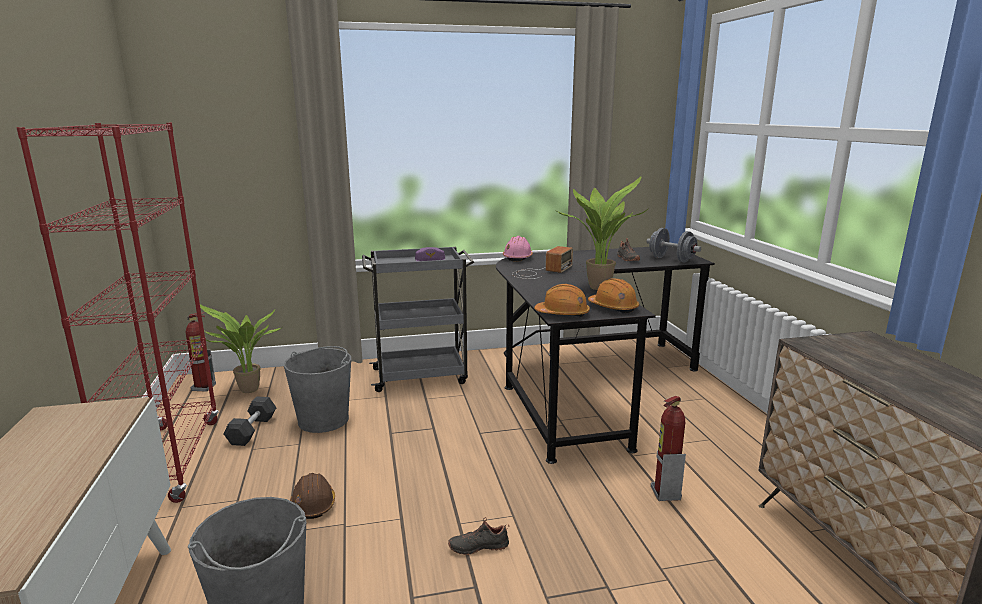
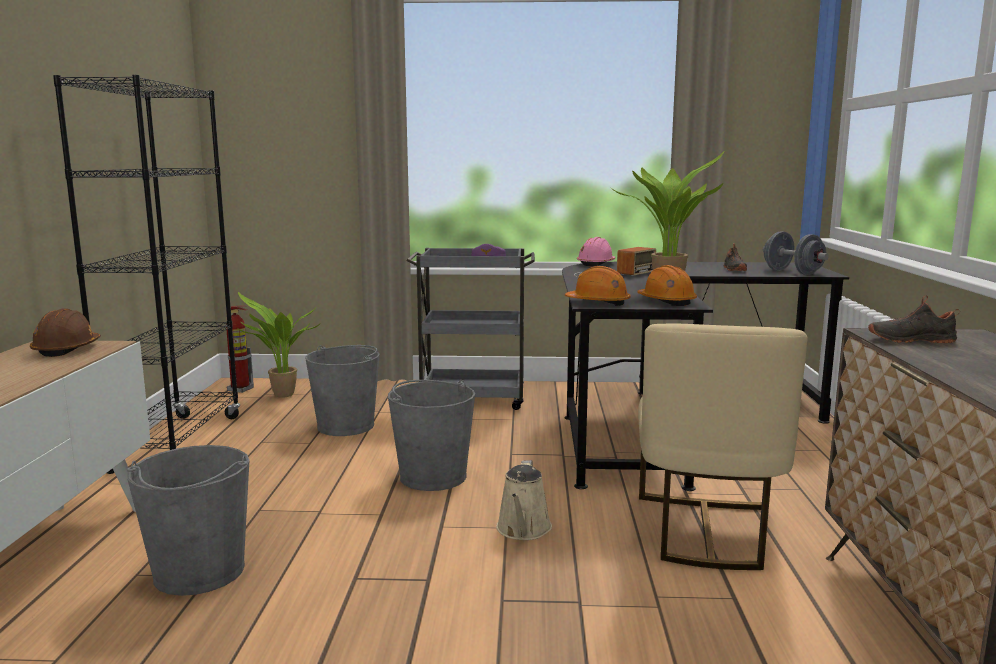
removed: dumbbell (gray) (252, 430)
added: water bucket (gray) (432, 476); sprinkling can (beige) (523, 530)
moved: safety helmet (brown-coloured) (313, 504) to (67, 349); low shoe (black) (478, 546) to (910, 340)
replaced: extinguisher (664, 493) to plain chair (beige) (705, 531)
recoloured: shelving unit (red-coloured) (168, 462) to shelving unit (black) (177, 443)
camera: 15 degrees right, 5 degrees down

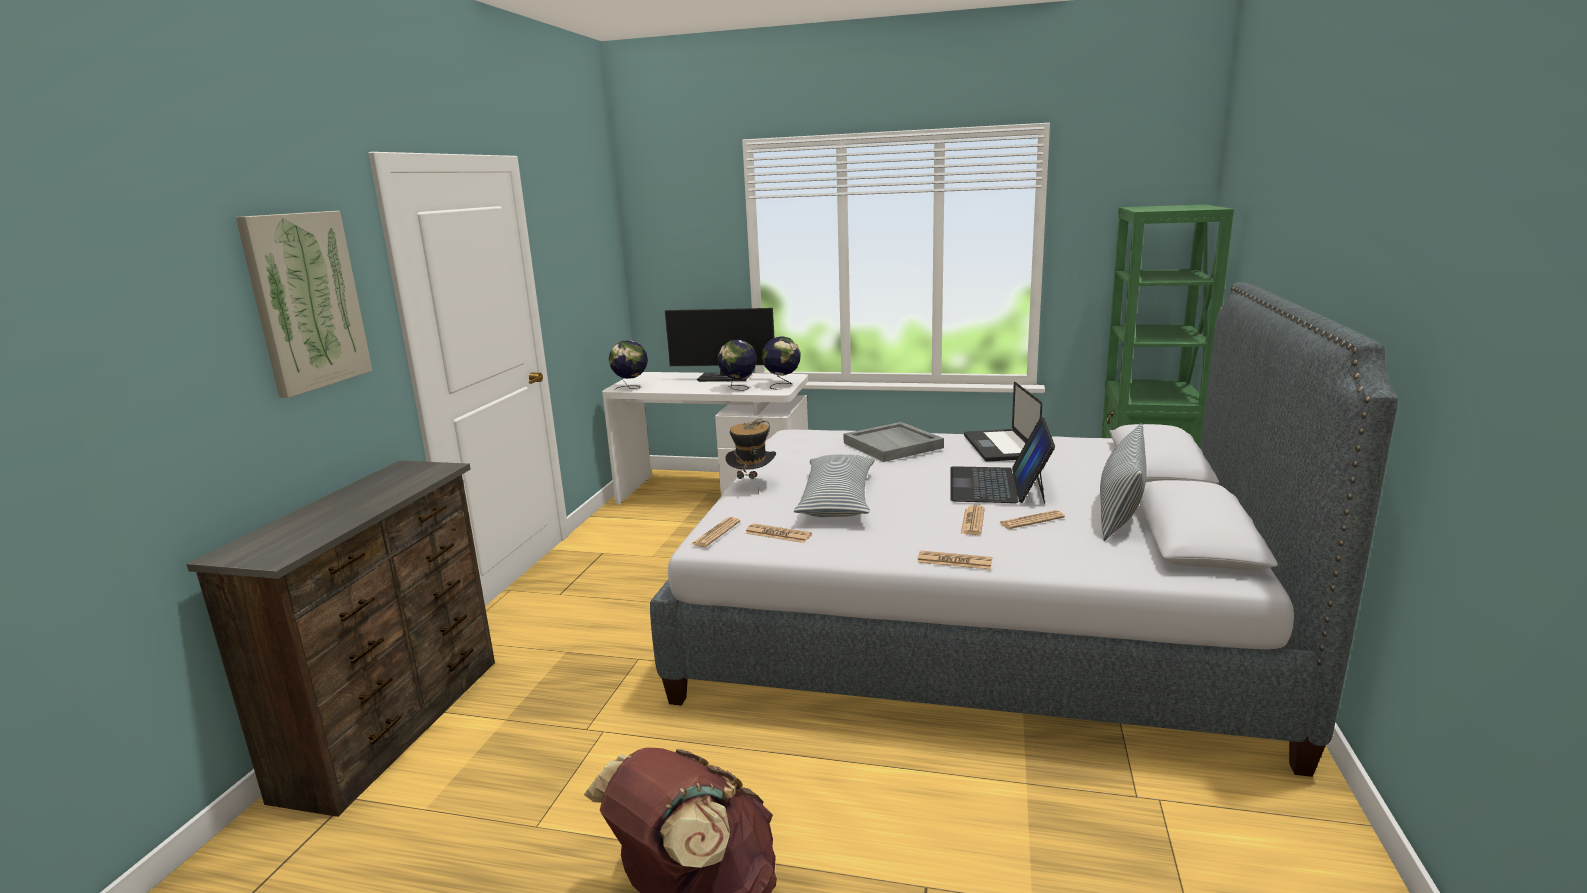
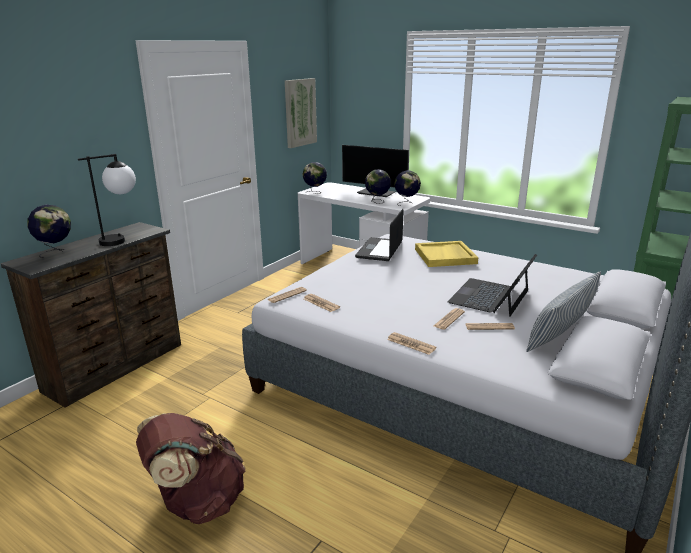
removed: clothing hat (752, 485); pillow (837, 500)
added: globe (56, 252); tabletop lamp (122, 240)
moved: picture (306, 301) to (300, 112); laptop (999, 447) to (379, 250)
recoloured: tray (gray) (894, 445) to tray (yellowish) (446, 256)
camera: 20 degrees right, 5 degrees up

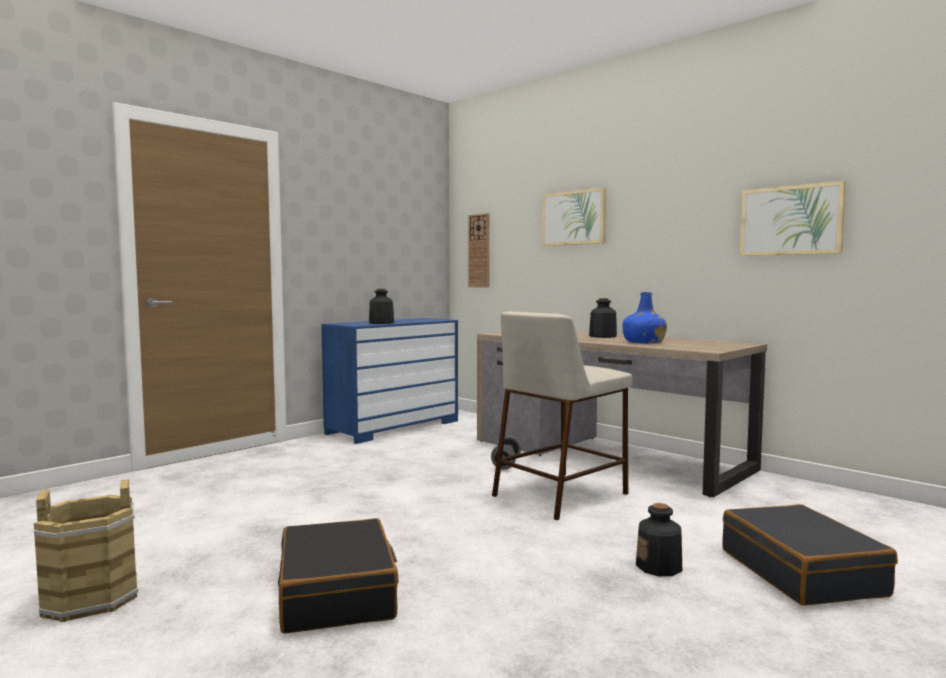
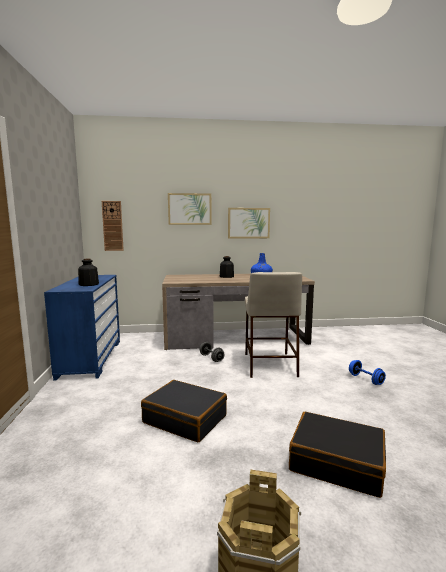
moved: travel case (black) (802, 572) to (185, 419); picture (790, 220) to (248, 223)
replaced: bottle (659, 567) to dumbbell (blue) (365, 379)
camera: 50 degrees left, 5 degrees up

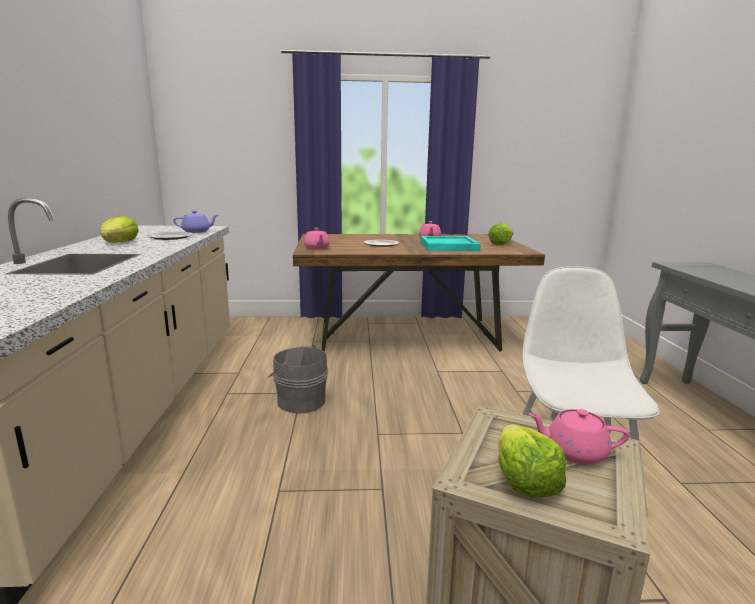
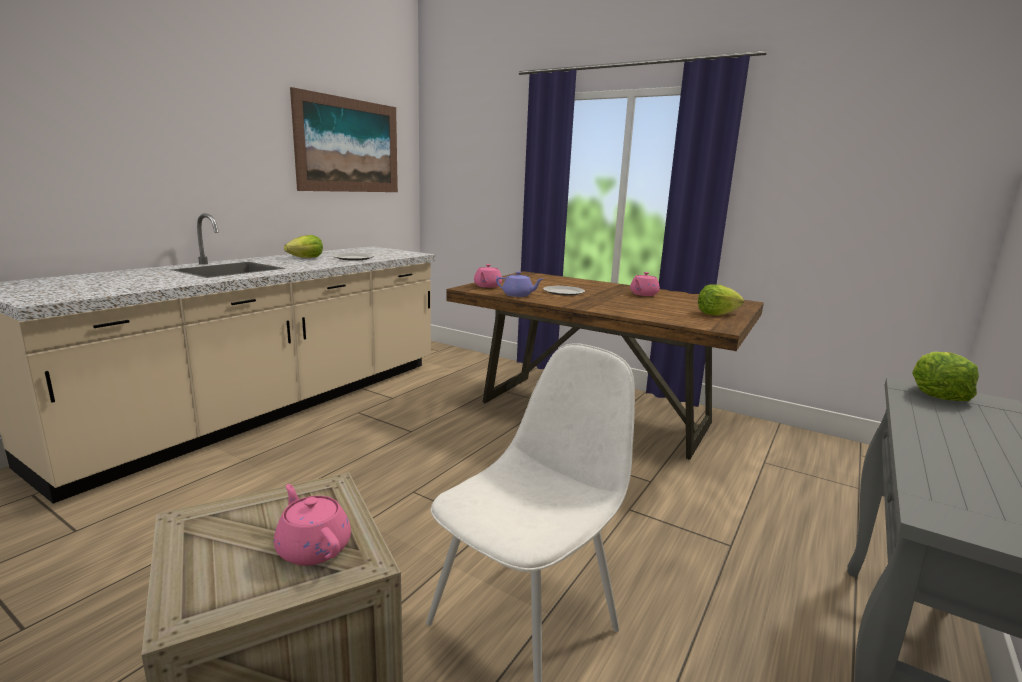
removed: water bucket (gray) (300, 401); tray (turquoise) (449, 246)
added: picture (349, 146)
moved: pot for tea (purple-coloured) (197, 231) to (518, 295); head of lettuce (524, 480) to (937, 393)
camera: 35 degrees right, 0 degrees up

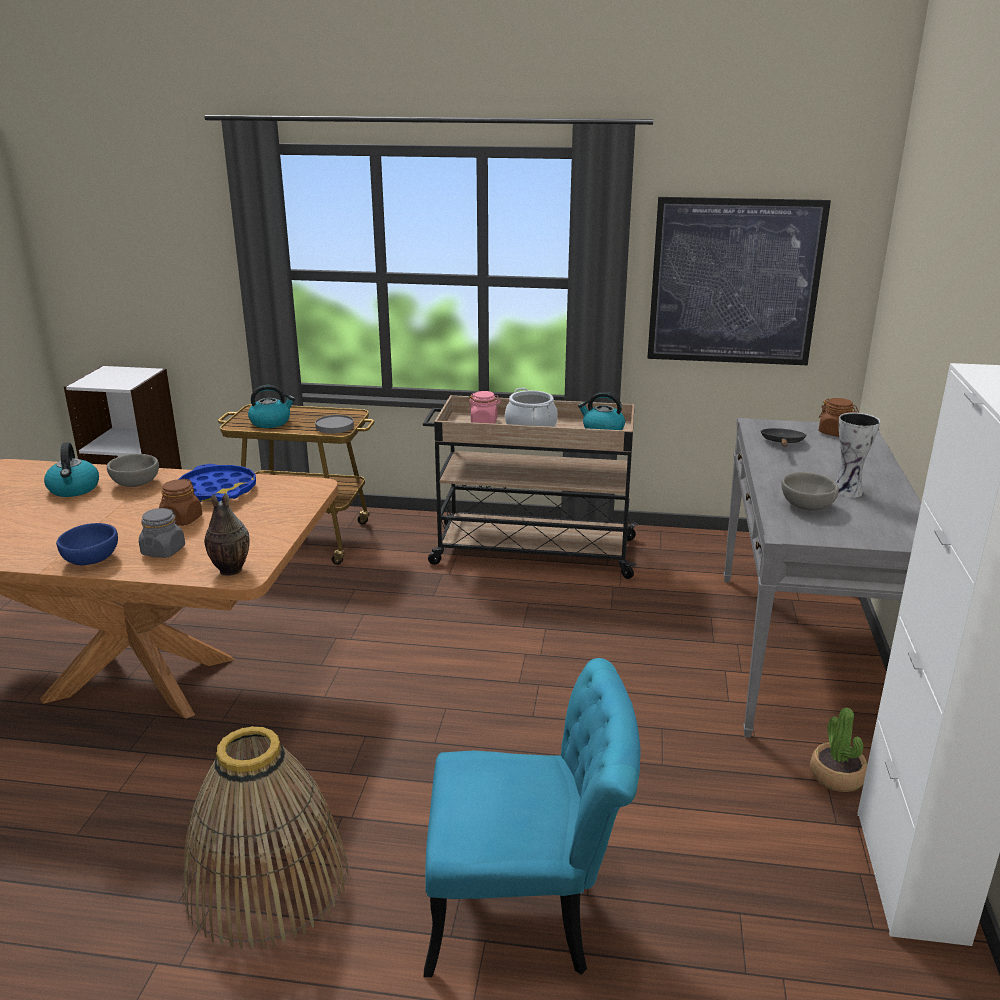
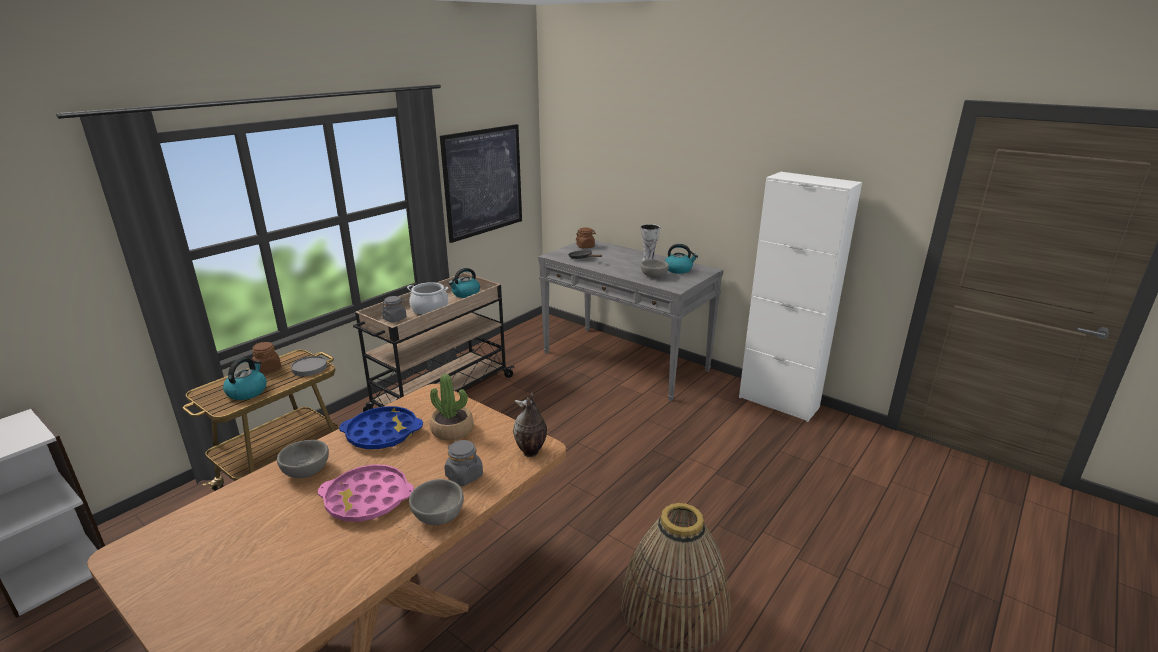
removed: plain chair (turquoise) (528, 910)
added: tray (pink-coloured) (367, 499)
moved: tea kettle (74, 489) to (678, 269); preserve jar (brown-coloured) (181, 520) to (268, 369); plant in a pot (837, 776) to (452, 430)
recoloured: deep dish (blue) (93, 559) to deep dish (gray) (439, 514); preserve jar (pink-coloured) (484, 421) to preserve jar (gray) (395, 319)
camera: 60 degrees left, 0 degrees up

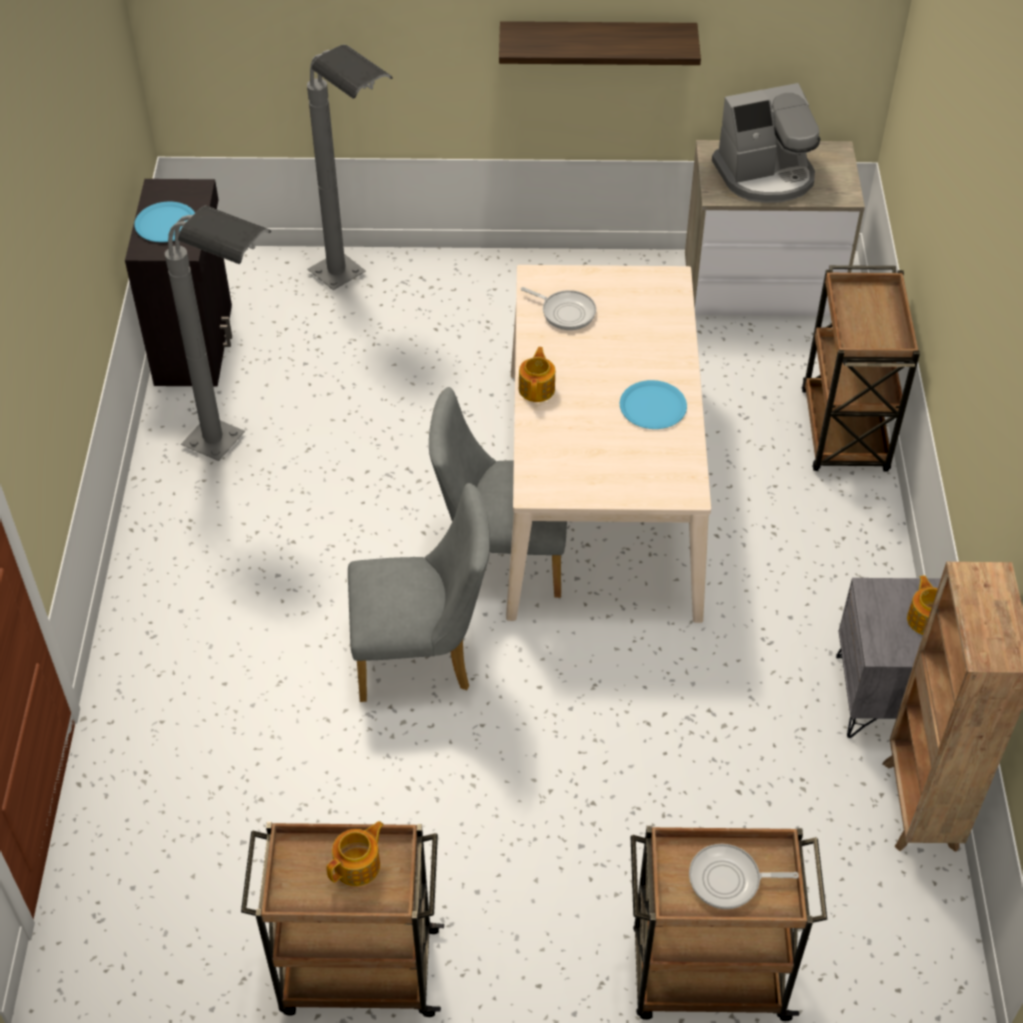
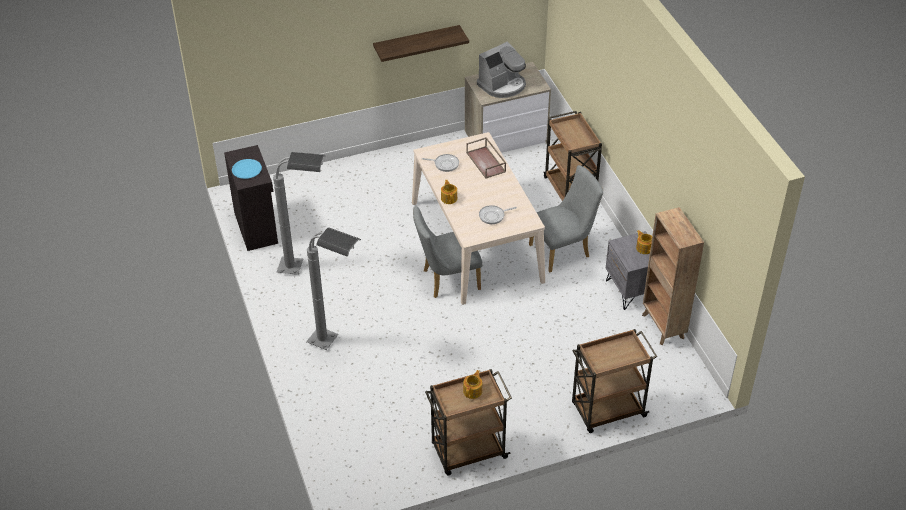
removed: dinner plate (blue) (653, 406)
added: tray (brown-coloured) (486, 162)
moved: standard lamp (gray) (356, 288) to (337, 345); plain chair (gray) (423, 656) to (563, 250); skillet (729, 880) to (493, 216)
camera: 20 degrees left, 5 degrees down

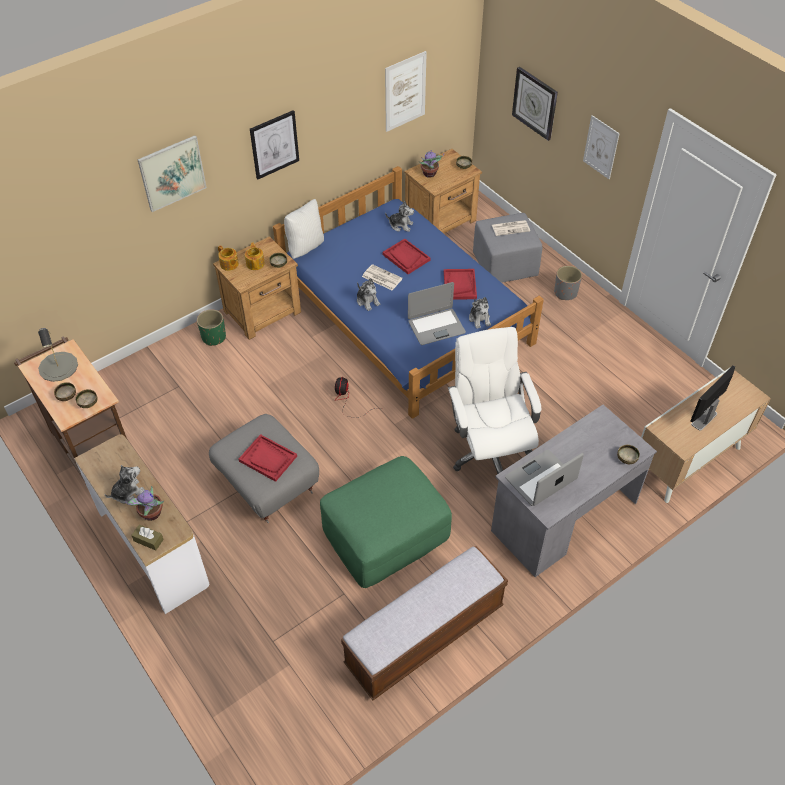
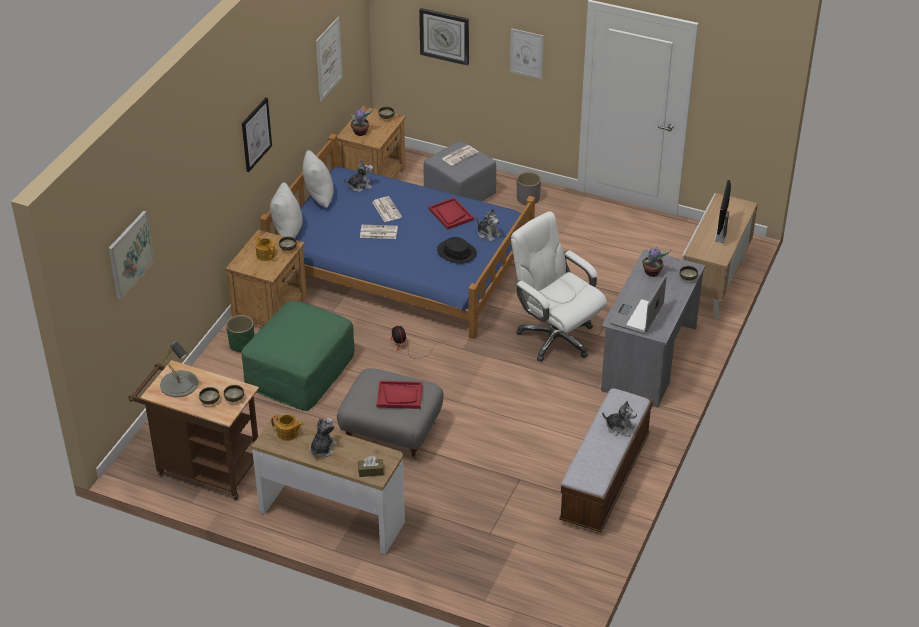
added: pillow (whitish) (318, 198)
moved: plant in a pot (151, 514) to (652, 273); picture (172, 173) to (130, 254); pot for tea (229, 264) to (288, 433); ottoman (green) (385, 532) to (300, 370); soft toy (367, 301) to (619, 428)
replaced: tray (red-coloured) (406, 257) to newspaper (386, 209); laptop (436, 326) to clothing hat (black) (457, 252)
camera: 30 degrees left, 10 degrees down

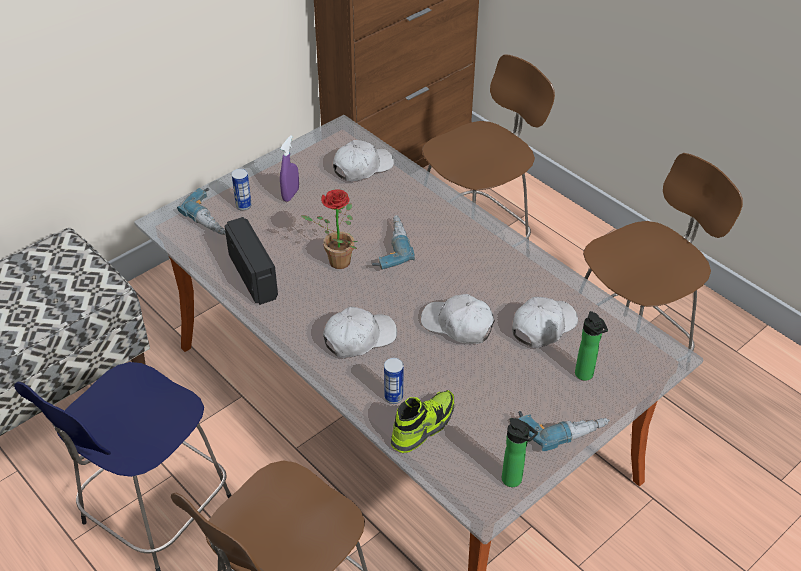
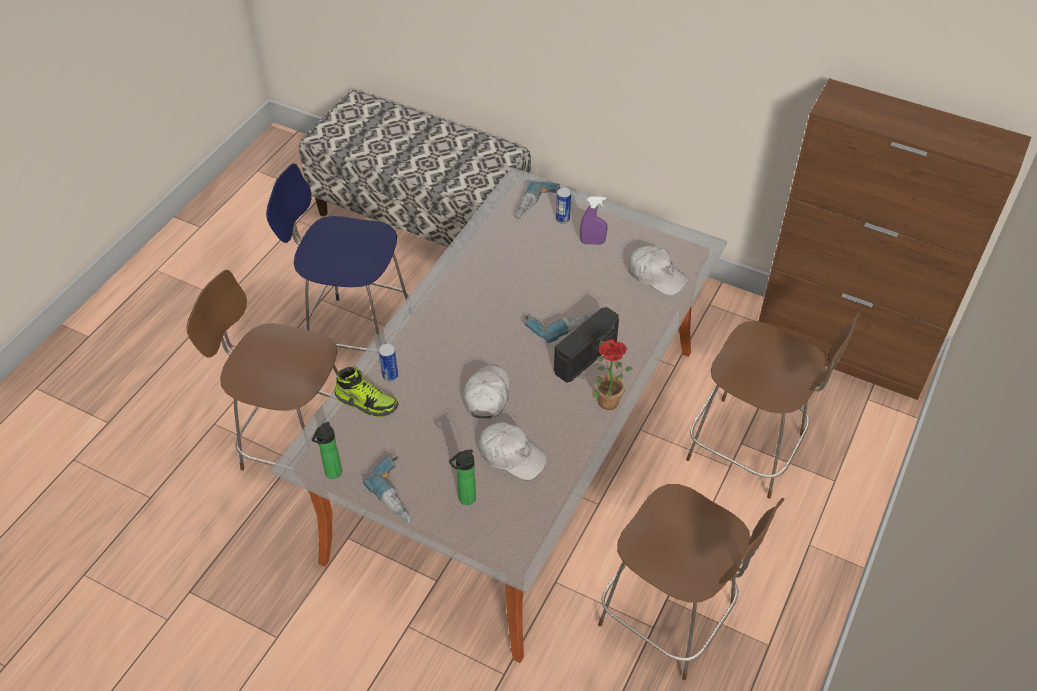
removed: cap (whitish) (359, 338)
moved: radio receiver (254, 276) to (586, 358); plant in a pot (335, 262) to (605, 399)
camera: 70 degrees right, 5 degrees up

